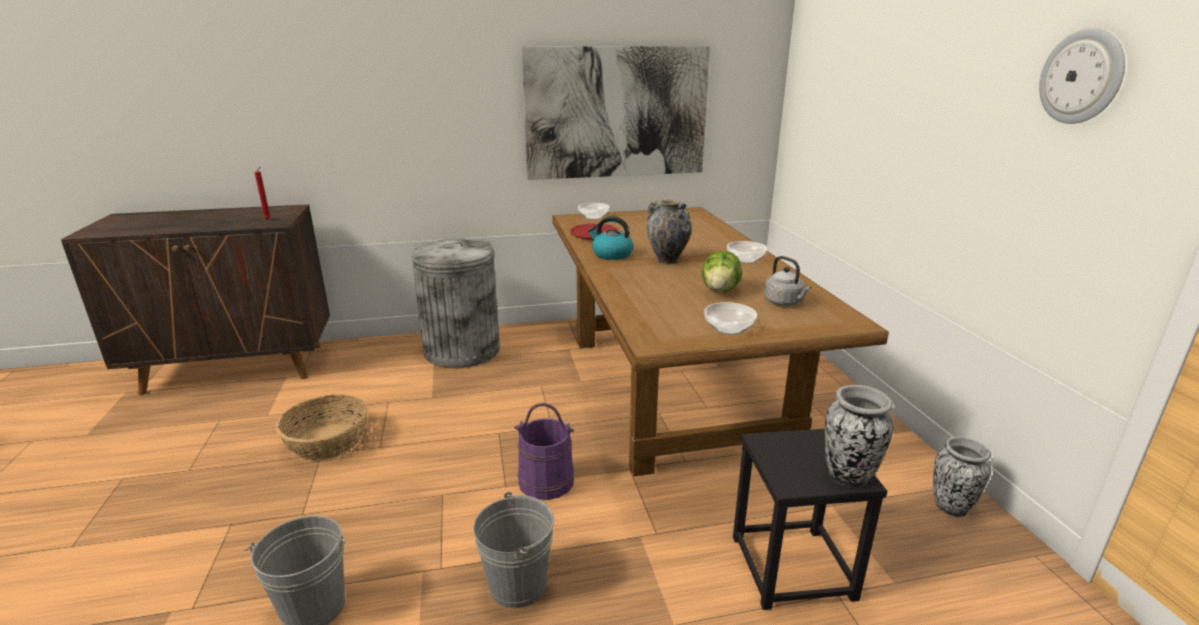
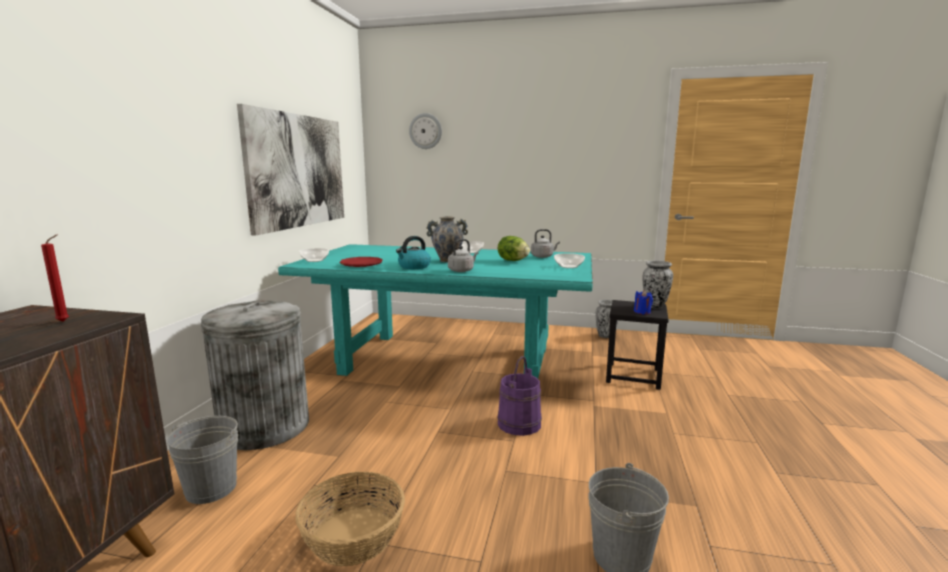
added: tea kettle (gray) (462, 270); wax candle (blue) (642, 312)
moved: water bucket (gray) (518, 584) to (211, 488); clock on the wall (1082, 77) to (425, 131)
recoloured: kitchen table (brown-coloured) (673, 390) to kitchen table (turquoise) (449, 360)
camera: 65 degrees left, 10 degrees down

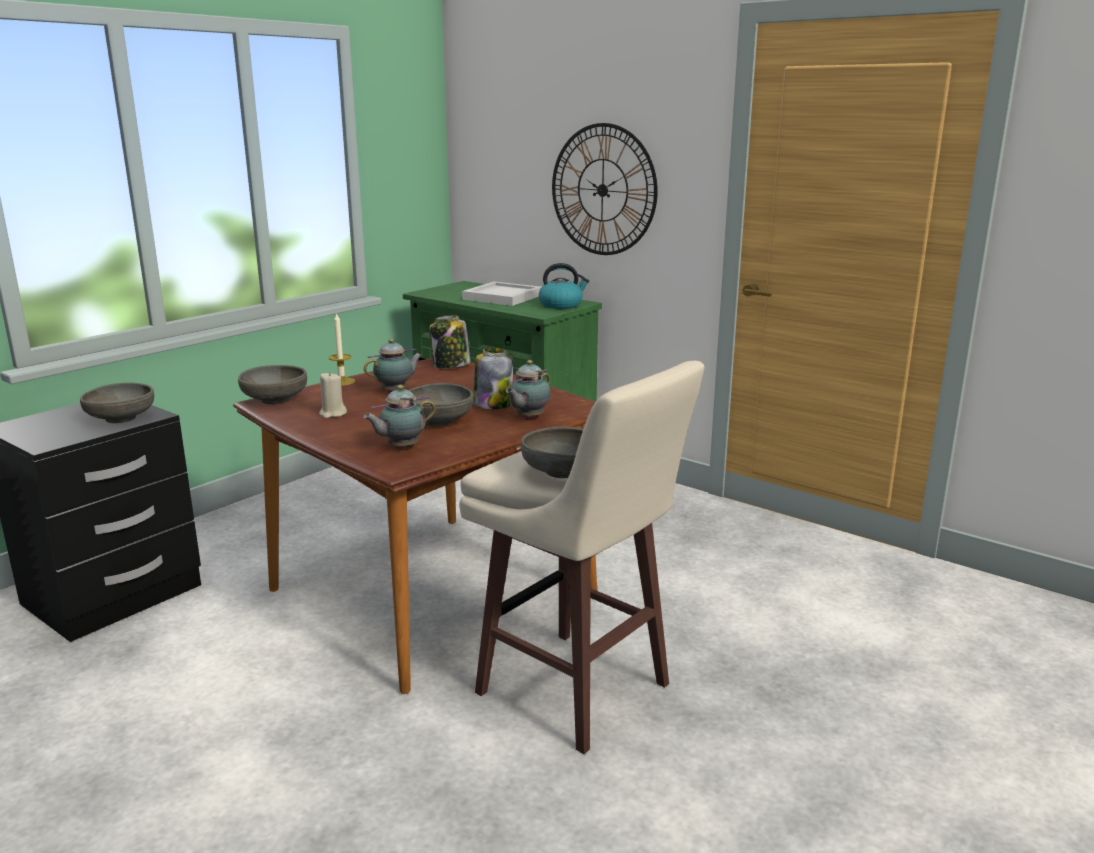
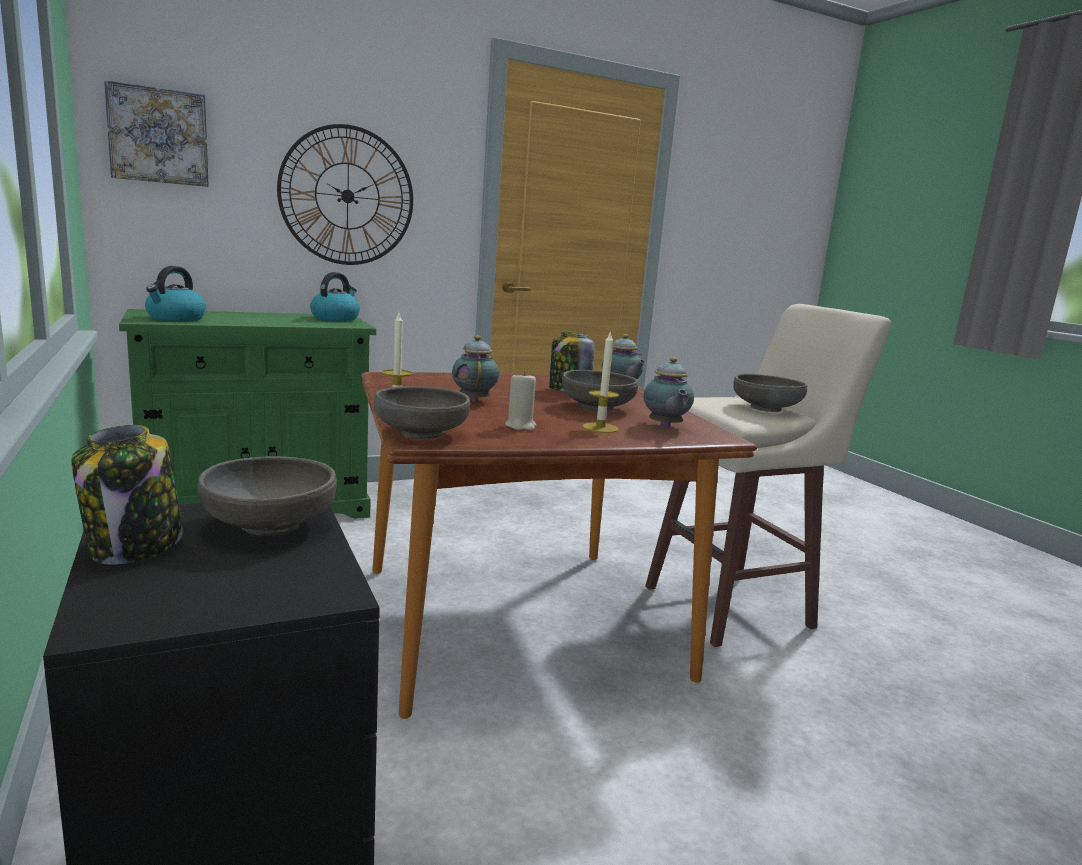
removed: tray (whitish) (501, 297)
added: picture (158, 136); tea kettle (176, 319); wax candle (600, 428)
moved: preserve jar (450, 365) to (135, 547)
camera: 65 degrees left, 5 degrees down

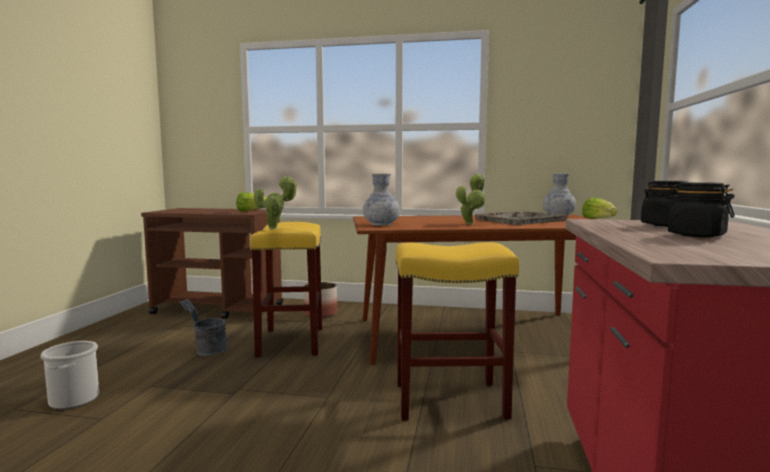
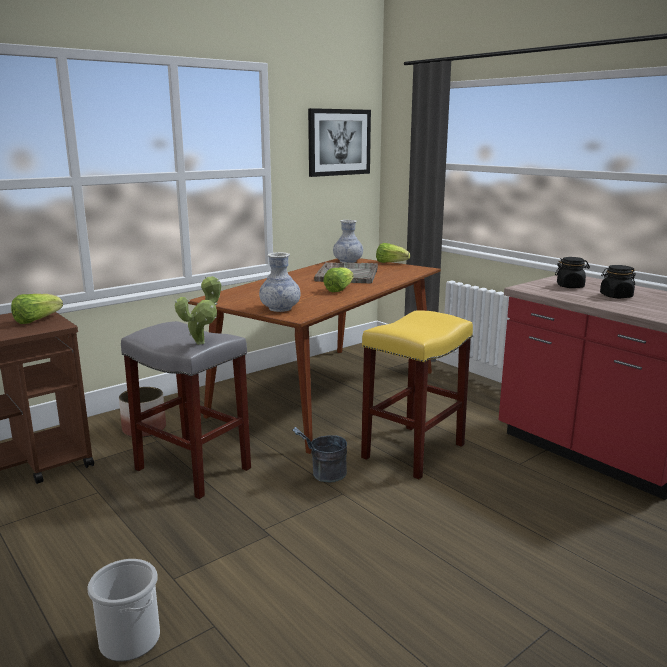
added: picture (339, 142)
moved: water bucket (gray) (207, 350) to (323, 475)
replaced: plant in a pot (471, 224) to head of lettuce (339, 290)
recoloured: sitting stool (yellowish) (290, 341) to sitting stool (gray) (191, 469)
camera: 50 degrees left, 10 degrees up

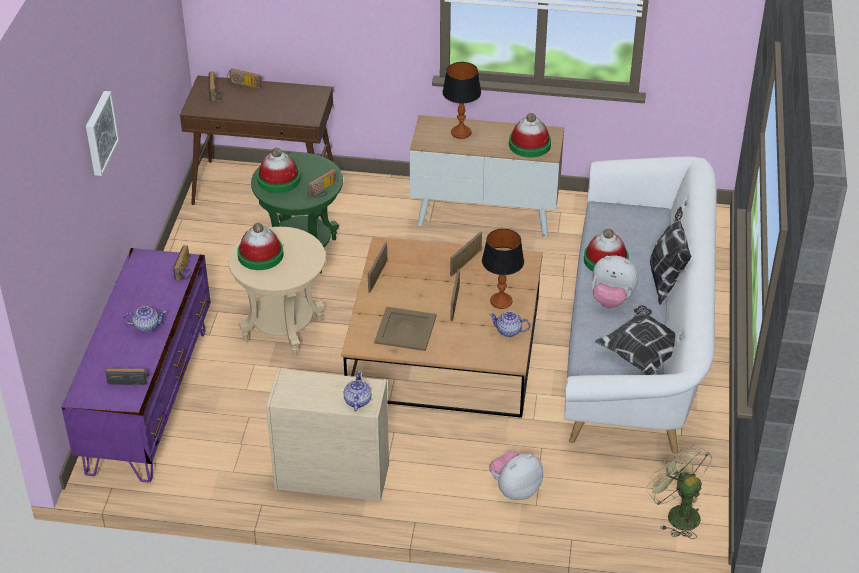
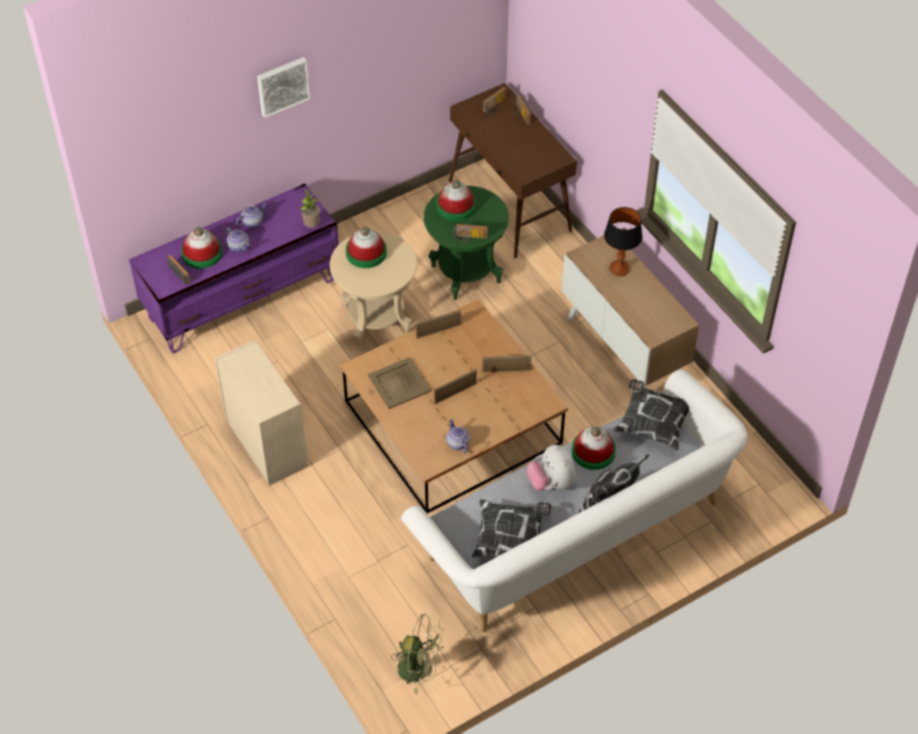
removed: tabletop lamp (501, 301); soft toy (515, 489)
added: pillow (652, 423)
moved: pot for tea (357, 401) to (252, 222); clothing hat (529, 144) to (202, 253)
replaced: radio receiver (185, 270) to plant in a pot (311, 226)
turned: electric fan (green) (677, 514) = (419, 669) 90 degrees clockwise
camera: 50 degrees right, 10 degrees up

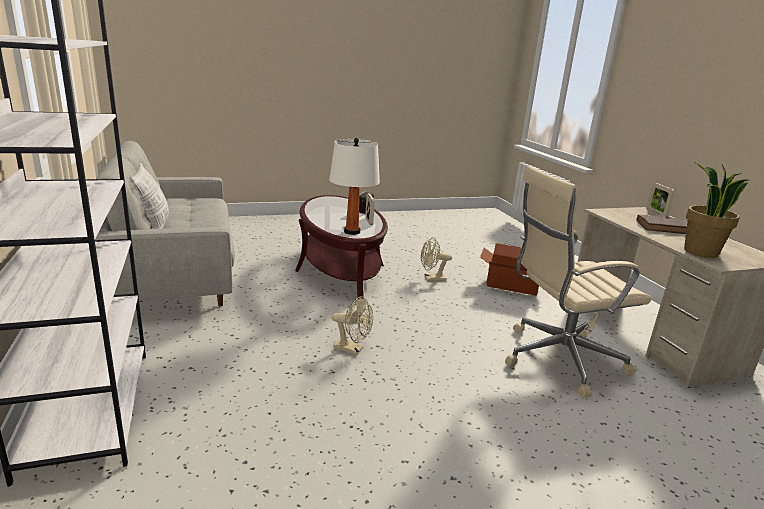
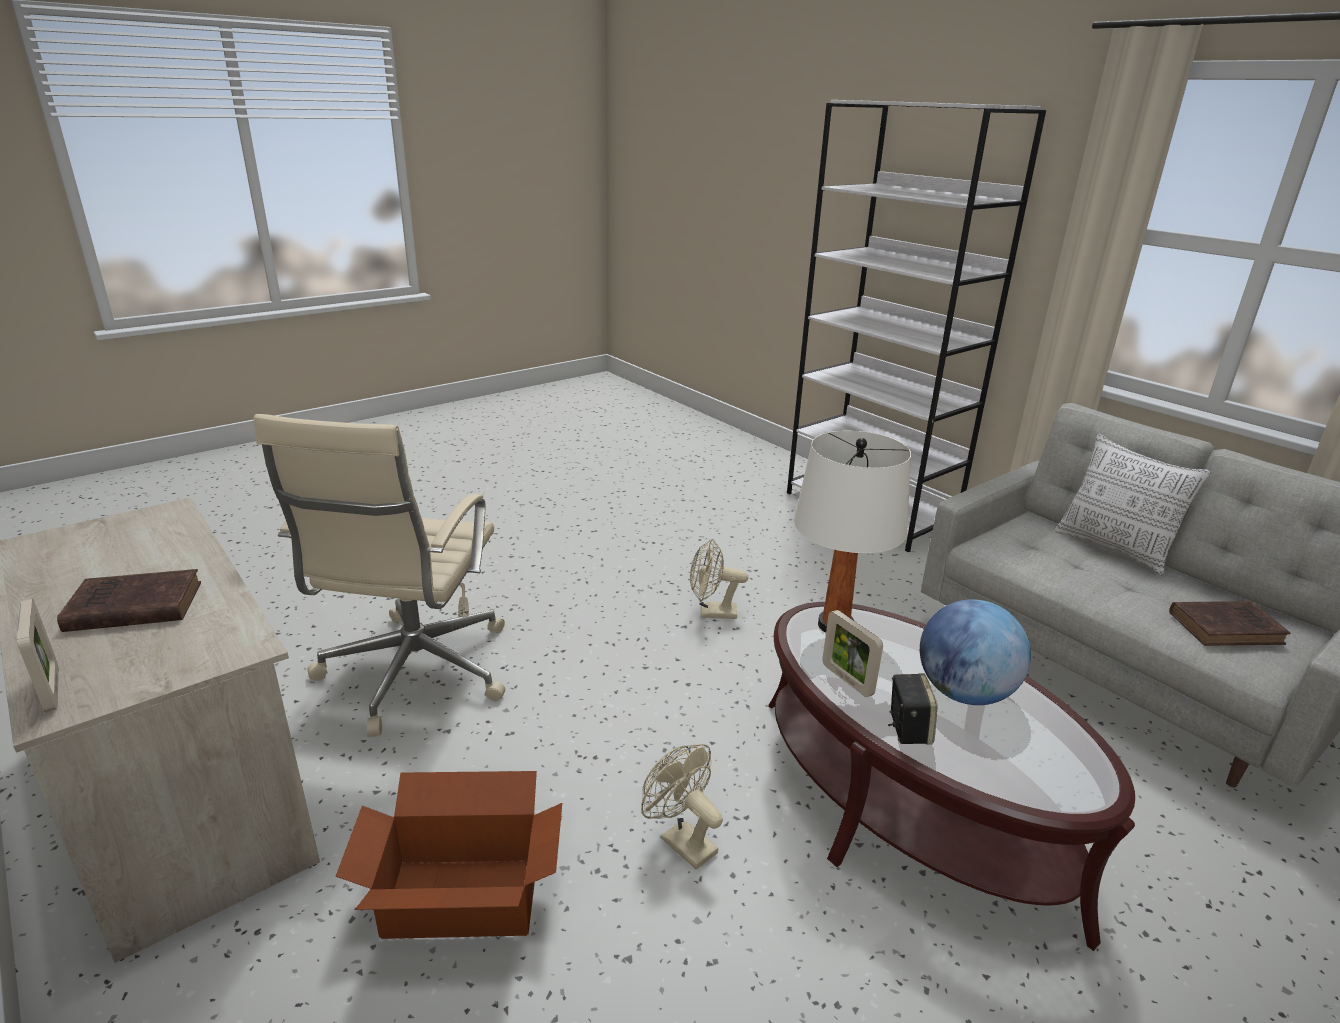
removed: plant in a pot (700, 252)
added: globe (964, 693); volume (brown-coloured) (1227, 628)
turned: electric fan (beige) (431, 279) = (681, 841) 105 degrees counterclockwise; office chair (beige) (558, 359) = (413, 674) 135 degrees clockwise
camera: 160 degrees right, 5 degrees up

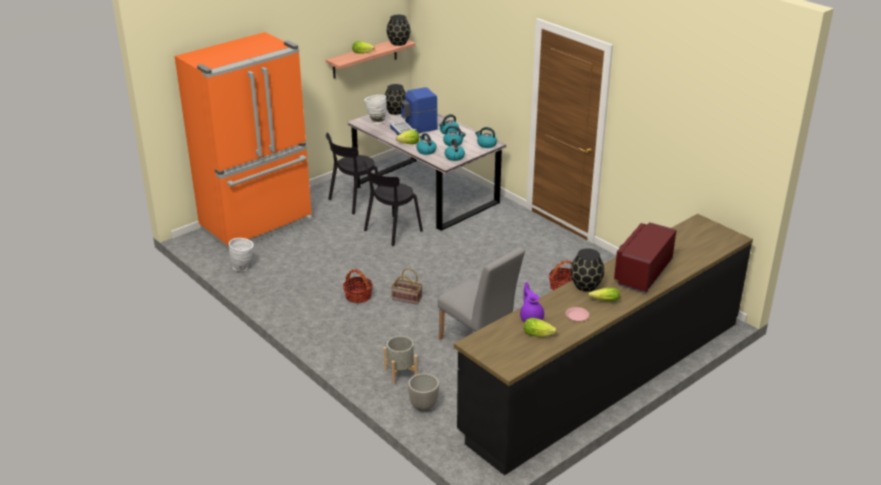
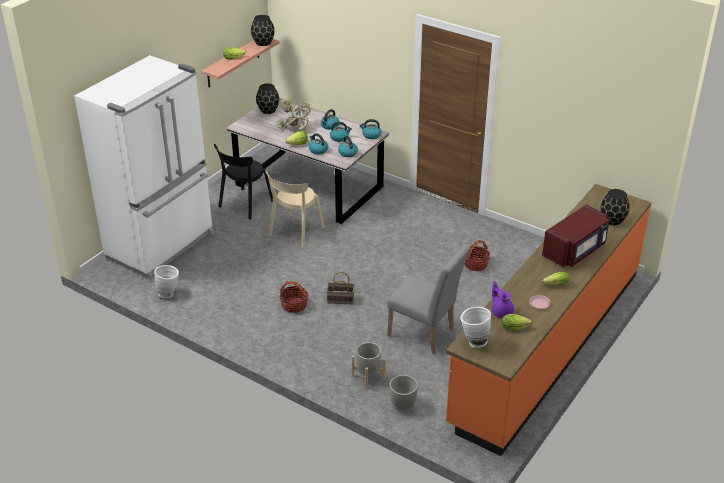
moved: decorative vase (whitish) (375, 121) to (473, 342); decorative vase (black) (585, 285) to (612, 220)
replaced: coffee brewer (414, 129) to plant in a pot (295, 127)
recoloured: fridge (orangey) (258, 226) to fridge (whitish) (162, 246); plain chair (black) (391, 231) to plain chair (beige) (295, 232); counter (black) (605, 376) to counter (orangey) (547, 345)
turned: kitchen microwave (red-coloured) (642, 272) = (575, 251) 150 degrees counterclockwise
camera: 15 degrees left, 5 degrees up

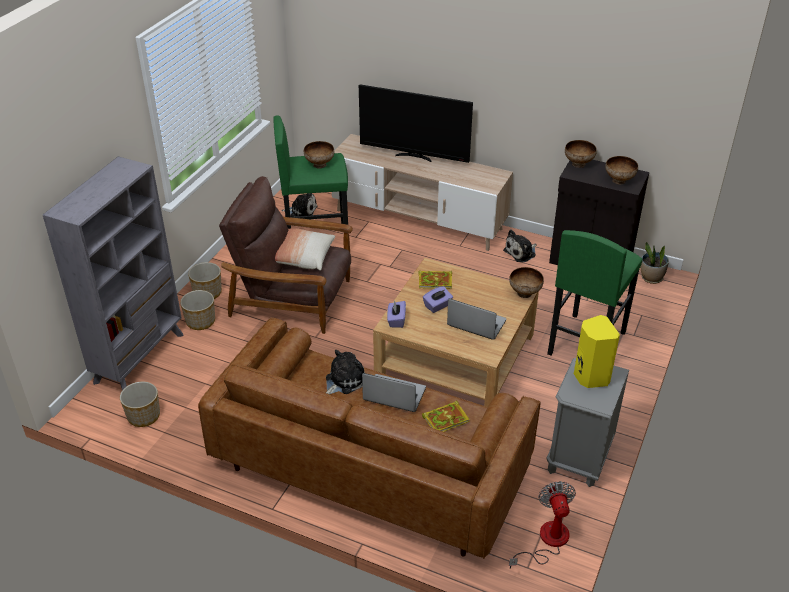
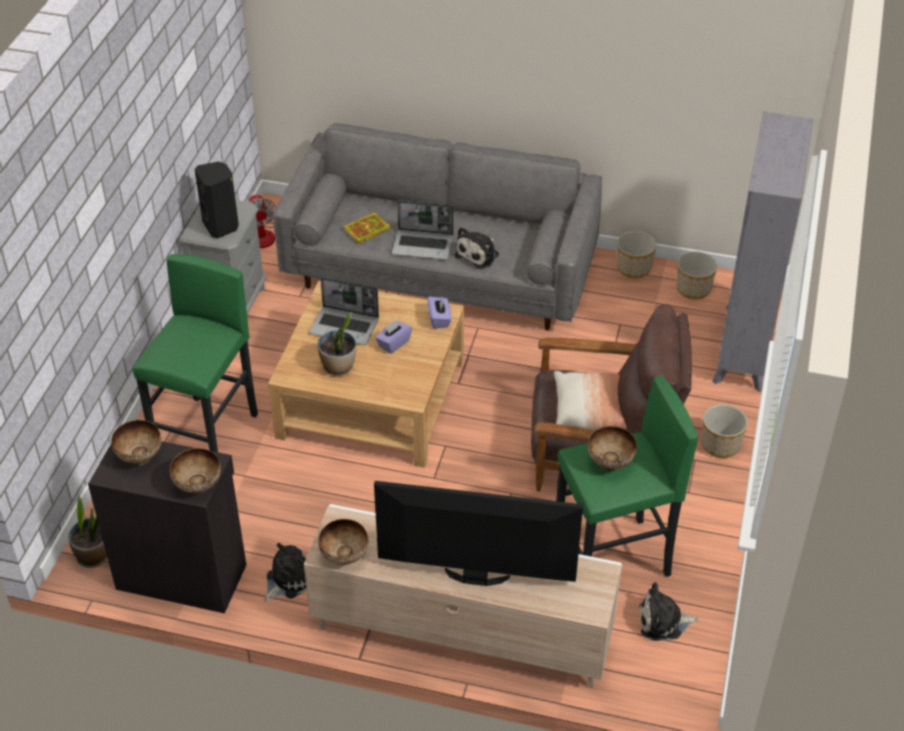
removed: volume (436, 281)
added: plant in a pot (338, 367)
moved: flower pot (200, 321) to (634, 268); deep dish (525, 293) to (344, 556)
recoloured: couch (brown-coloured) (371, 468) to couch (gray) (440, 271); loudspeaker (yellowish) (590, 377) to loudspeaker (black) (221, 226)
camera: 170 degrees right, 5 degrees up

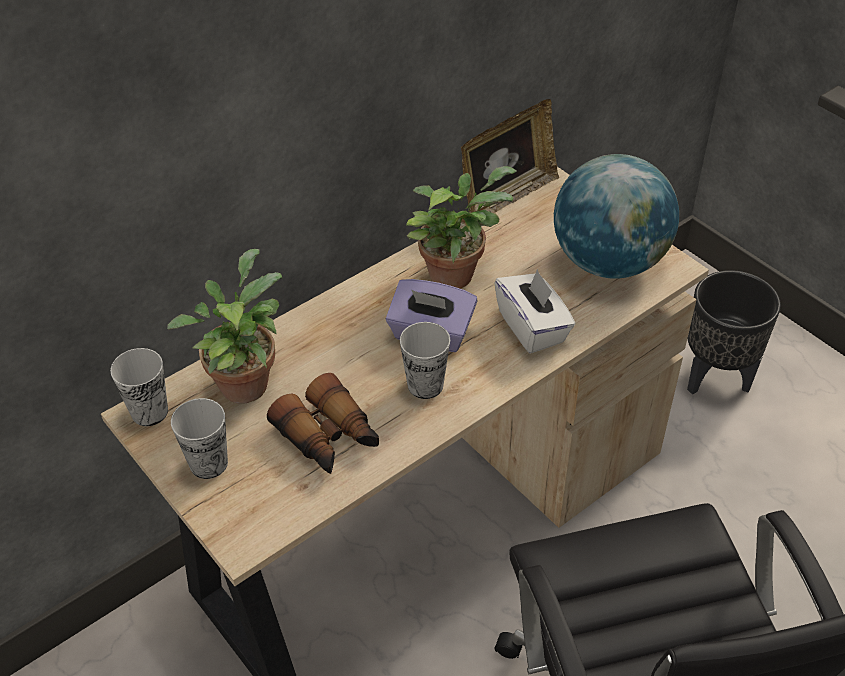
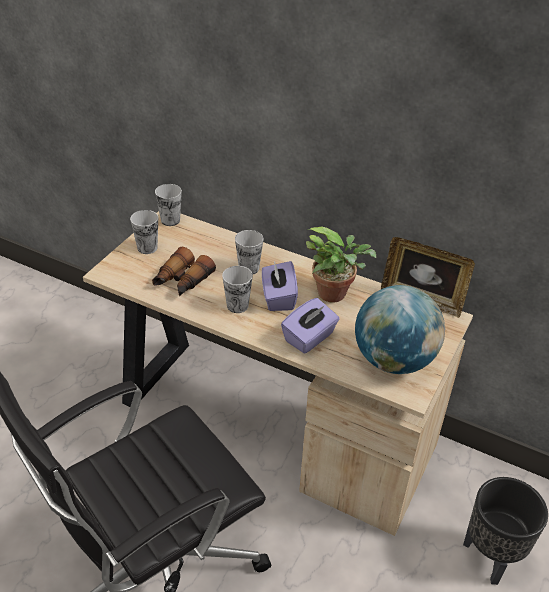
removed: plant in a pot (243, 381)
added: drinking cup (248, 268)
recoloured: box of tissues (whitish) (532, 328) to box of tissues (purple-coloured) (309, 338)
camera: 65 degrees right, 5 degrees down

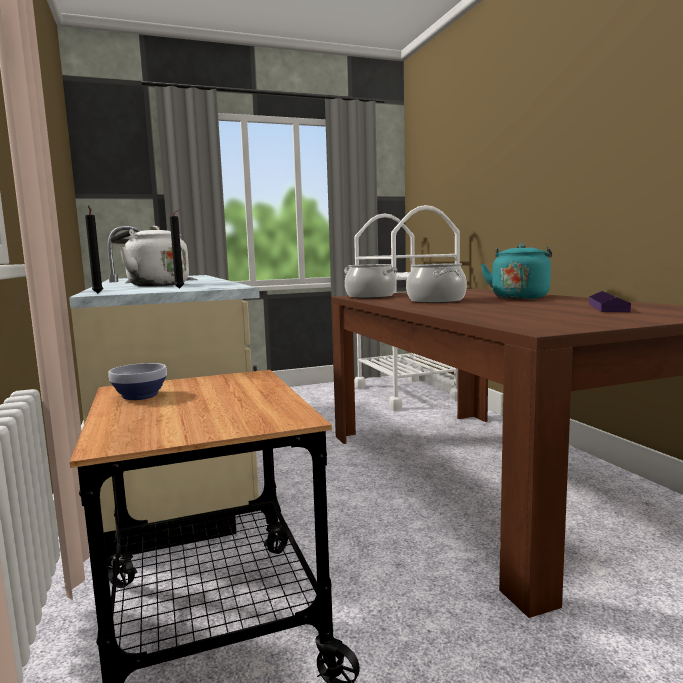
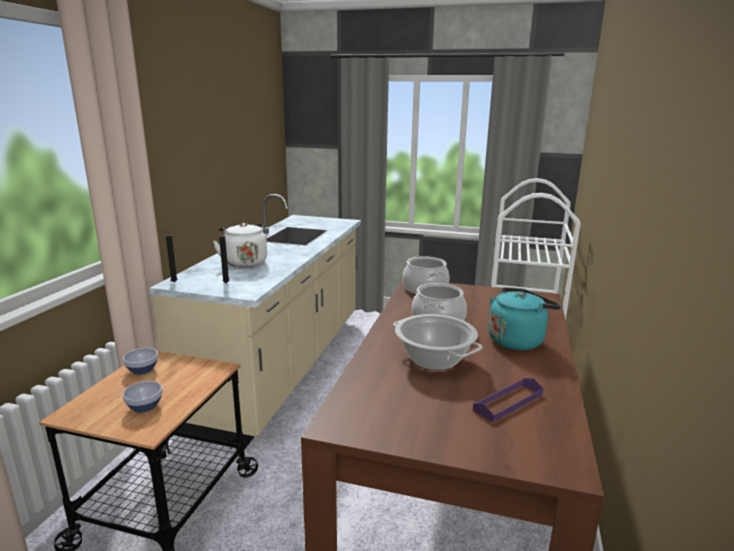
added: deep dish (145, 407); cooking pot (433, 359)
camera: 35 degrees right, 10 degrees up

